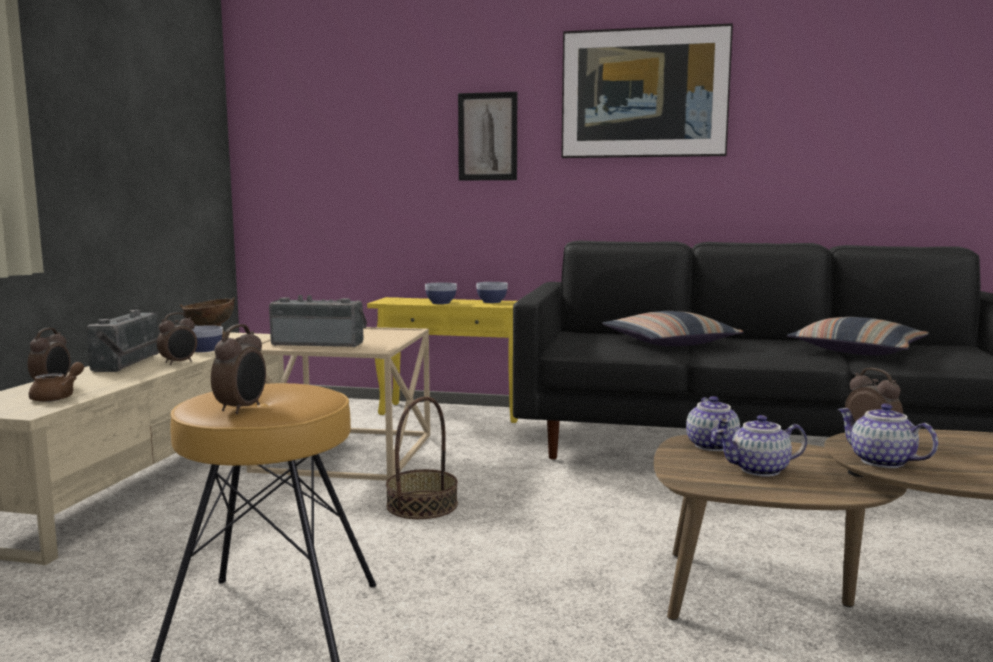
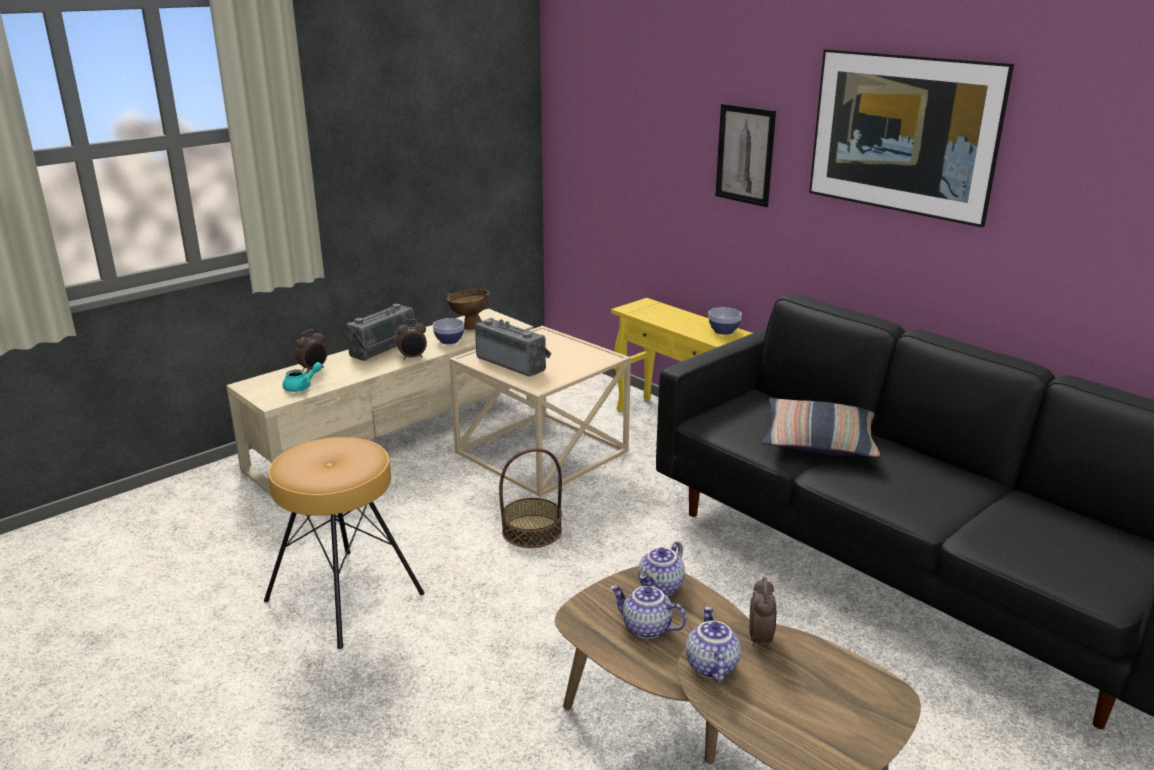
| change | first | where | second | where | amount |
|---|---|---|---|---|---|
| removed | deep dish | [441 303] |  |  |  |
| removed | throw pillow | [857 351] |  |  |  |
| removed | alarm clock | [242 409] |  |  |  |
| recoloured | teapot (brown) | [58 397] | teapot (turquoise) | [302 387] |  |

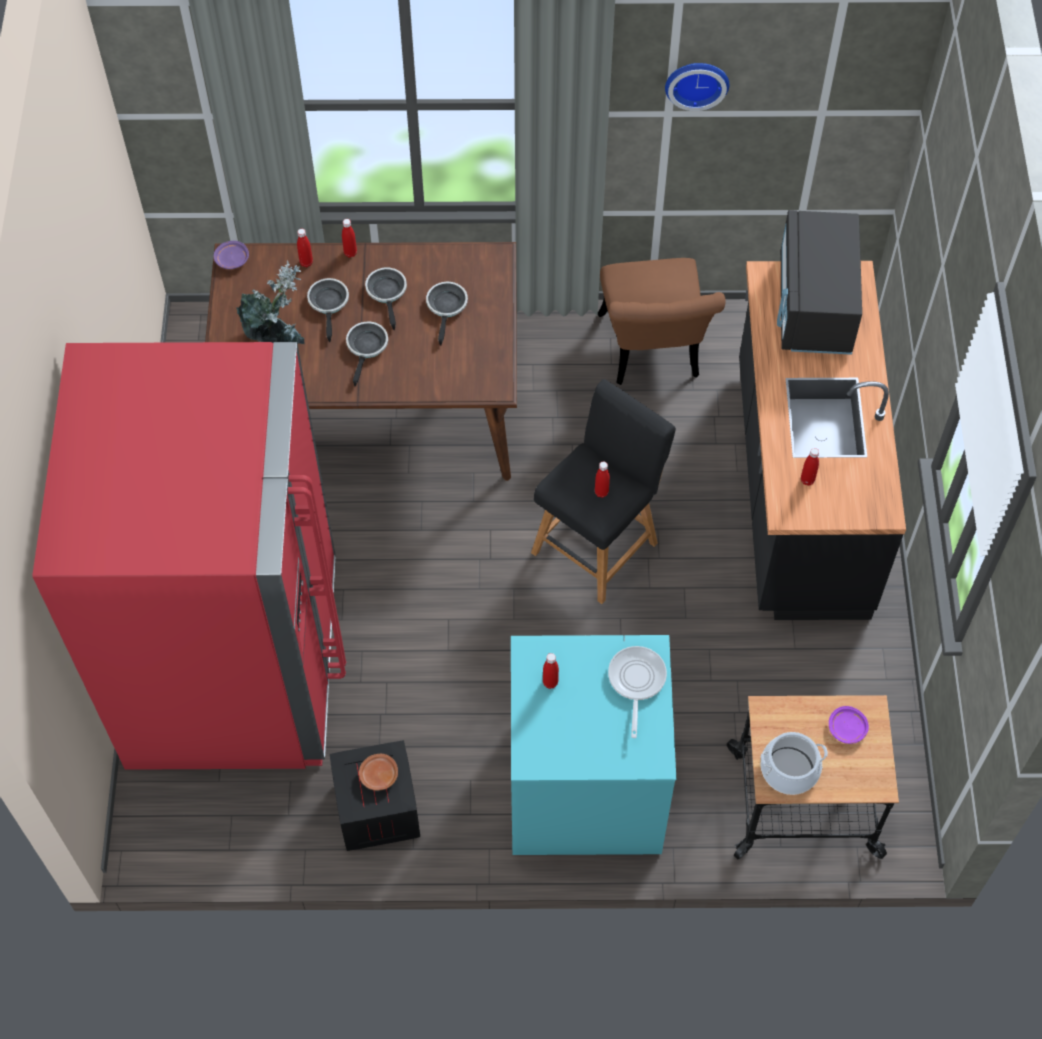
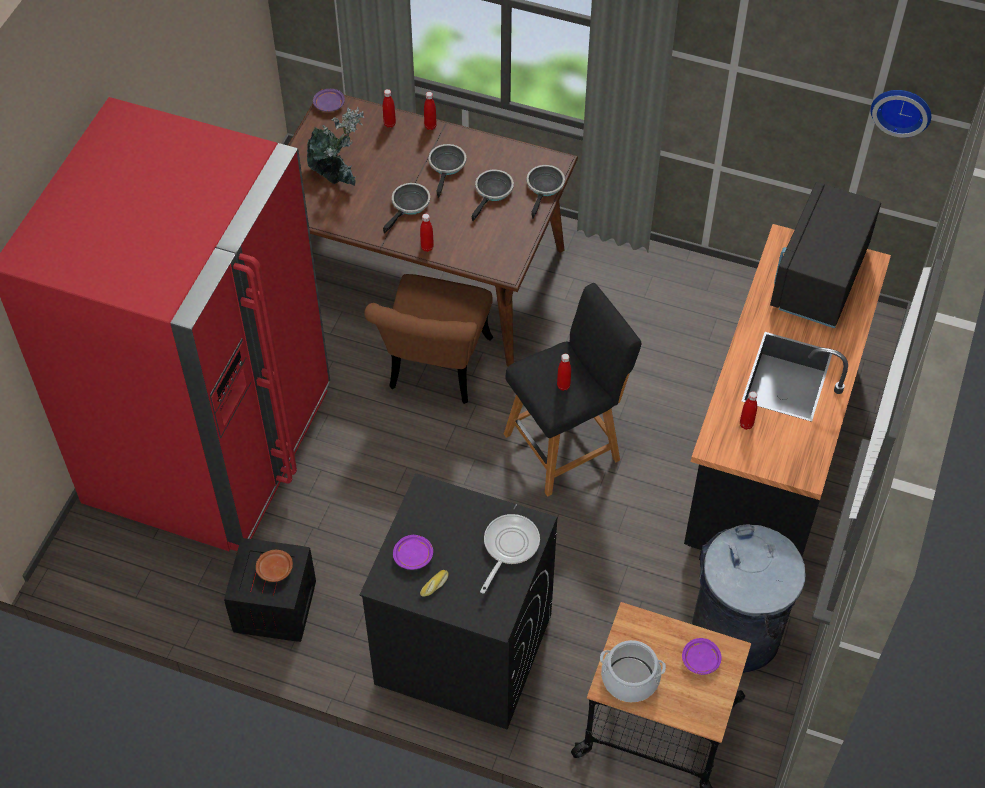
| change | first | where | second | where | amount |
|---|---|---|---|---|---|
| moved | hanging clock | [696 82] |  | [902 109] |  |
| moved | upright chair (brown) | [651 354] |  | [435 370] |  |
| moved | frying pan | [329 304] |  | [544 187] |  |
| recoloured | laundry appliance (turquoise) | [584 788] | laundry appliance (blackish) | [462 649] |  |
| moved | beverage bottle (red-coloured) | [550 682] |  | [427 247] |  |
| added |  |  | trash can (greyish) | [735 633] |  |
| added |  |  | dinner plate (purple) | [413 556] |  |
| added |  |  | bakery bread | [435 585] |  |

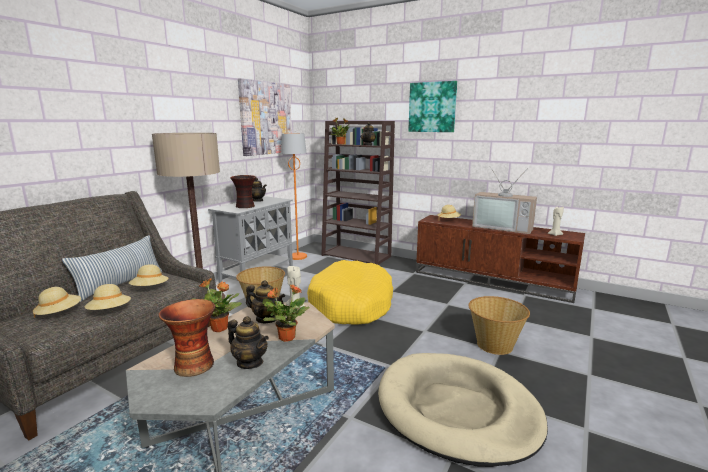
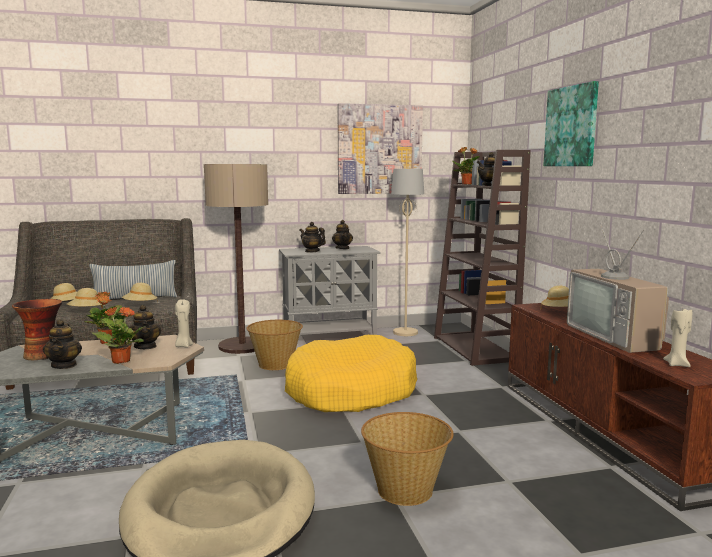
| change | first | where | second | where | amount |
|---|---|---|---|---|---|
| recoloured | standard lamp (orangey) | [297 257] | standard lamp (beige) | [405 333] |  |
| replaced | vase | [245 206] | teapot | [312 251] |  |

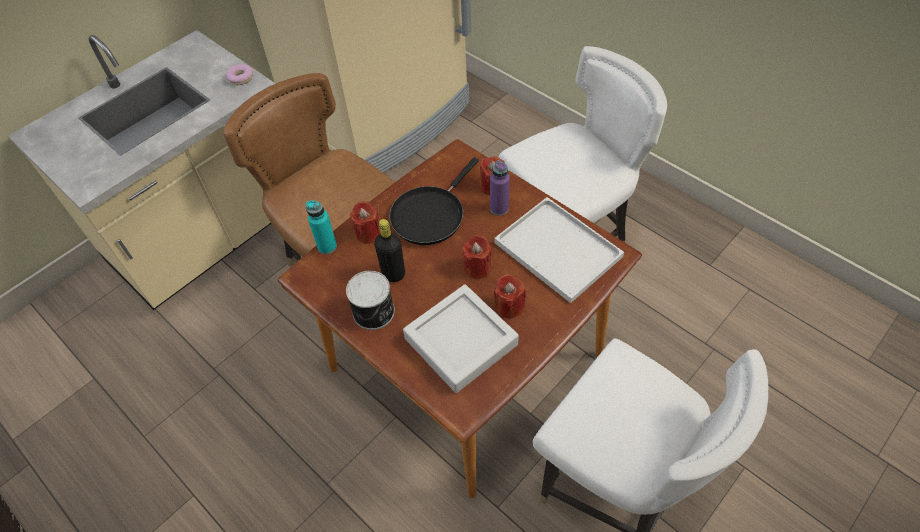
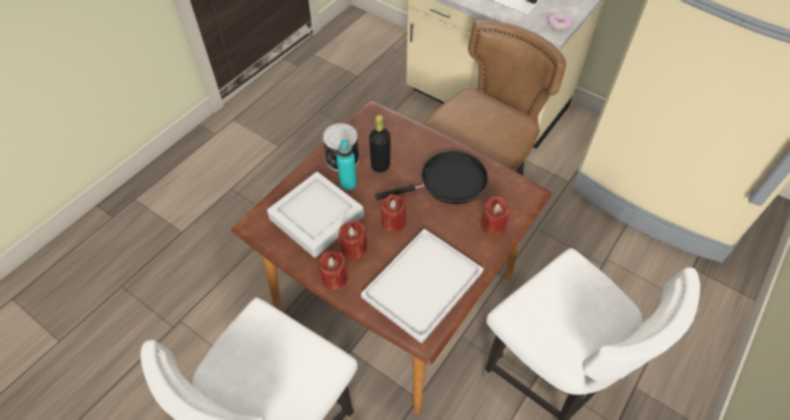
| change | first | where | second | where | amount |
|---|---|---|---|---|---|
| turned | frying pan (blackish) | [430 215] |  | [448 182] | 135 degrees clockwise |
| removed | beverage bottle (purple) | [499 208] |  |  |  |
| moved | beverage bottle (turquoise) | [327 246] |  | [348 184] |  |
| moved | wax candle (red-coloured) | [368 233] |  | [334 278] |  |

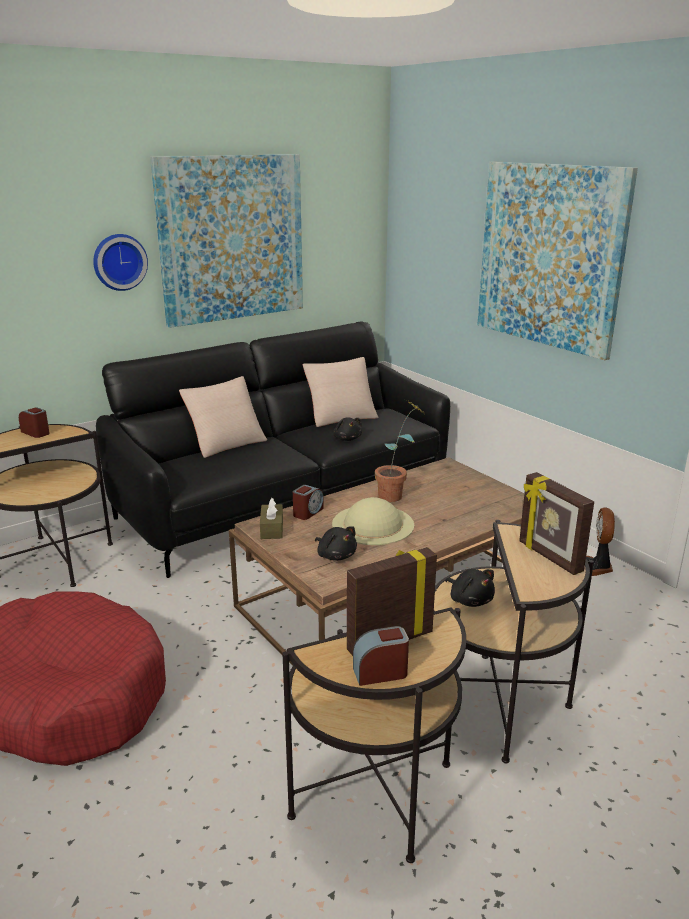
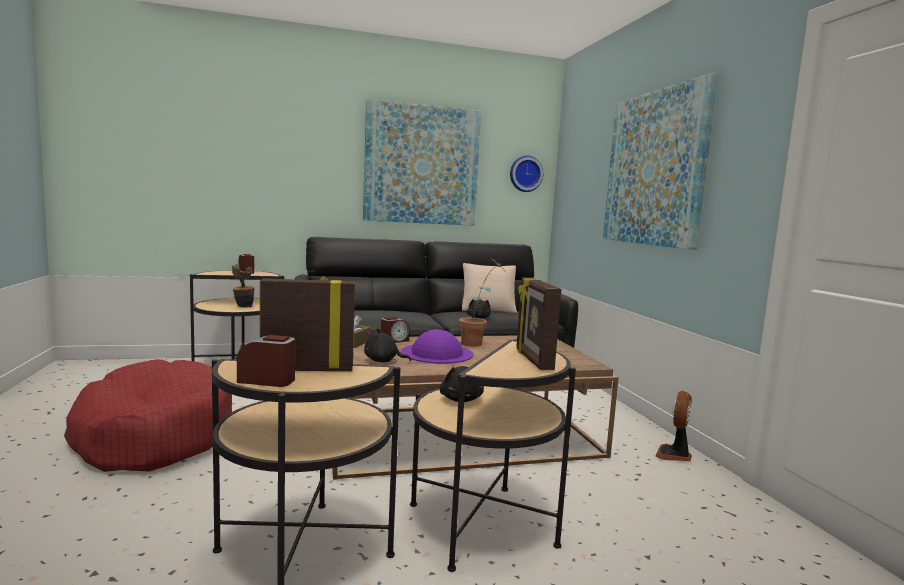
| change | first | where | second | where | amount |
|---|---|---|---|---|---|
| moved | hanging clock | [119 262] |  | [525 174] |  |
| removed | throw pillow (beige) | [226 443] |  |  |  |
| recoloured | clothing hat (beige) | [373 524] | clothing hat (purple) | [437 353] |  |
| turned | soft toy (blackish) | [336 555] |  | [383 361] | 120 degrees clockwise |
| added |  |  | houseplant | [242 307] |  |

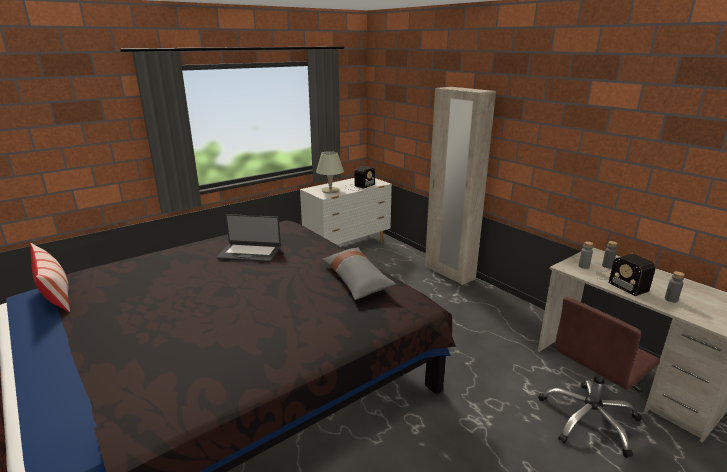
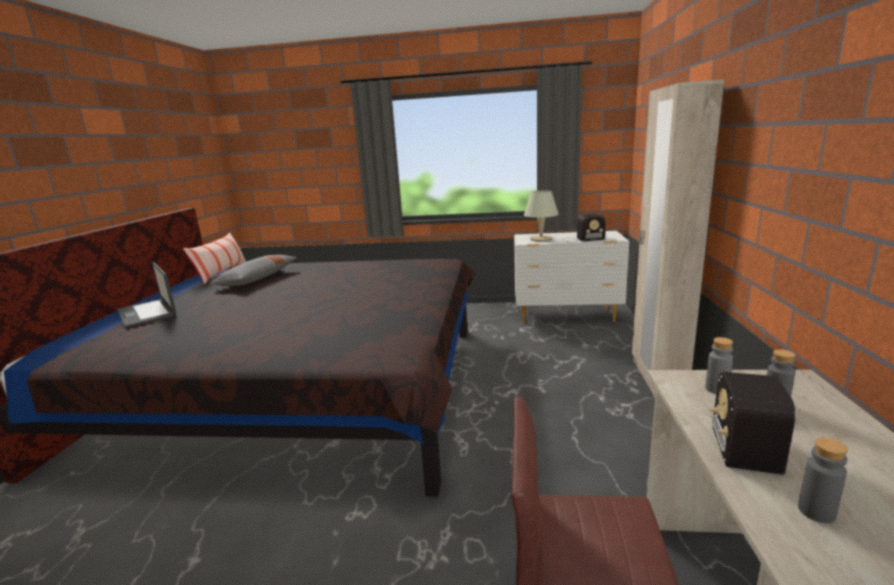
| change | first | where | second | where | amount |
|---|---|---|---|---|---|
| moved | laptop | [250 253] |  | [148 313] |  |
| moved | throw pillow (greyish) | [356 280] |  | [257 279] |  |

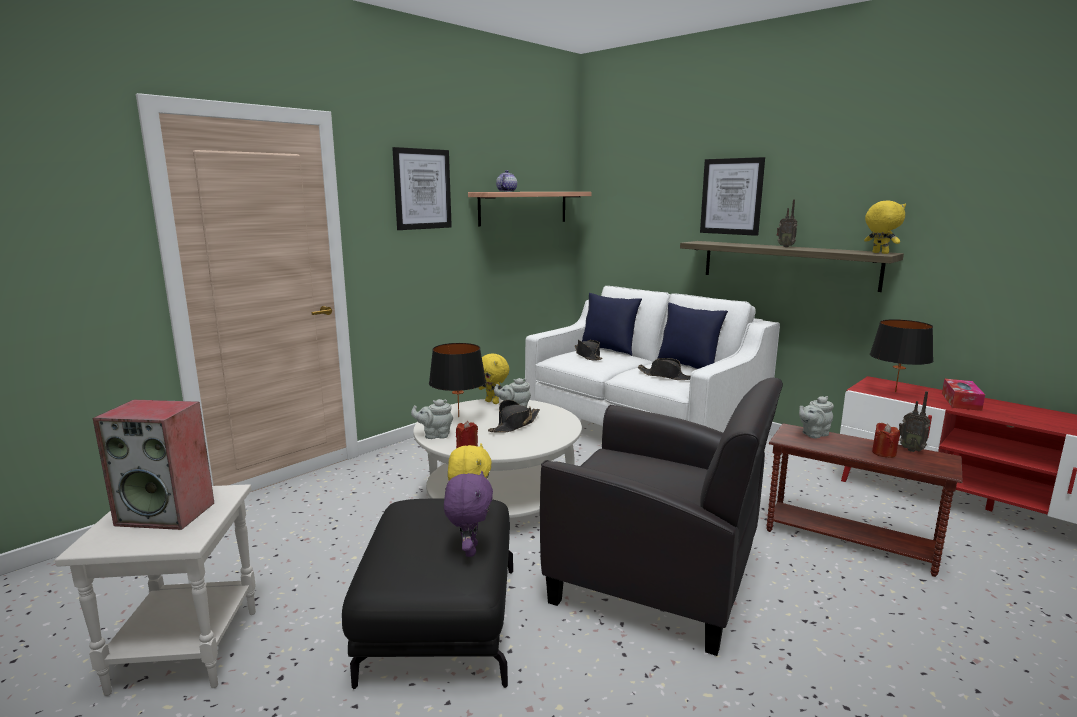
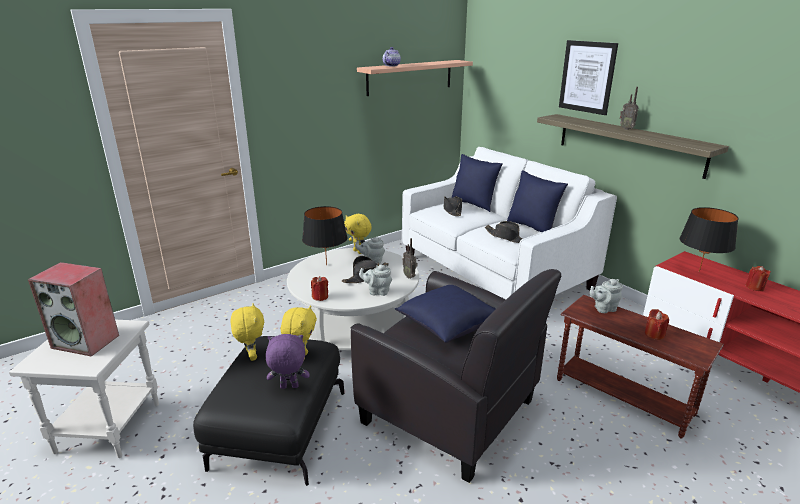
| change | first | where | second | where | amount |
|---|---|---|---|---|---|
| removed | picture | [422 189] |  |  |  |
| moved | soft toy (yellowish) | [879 253] |  | [251 356] |  |
| replaced | box of tissues | [961 401] | wax candle (red-coloured) | [754 287] |  |
| moved | radio | [911 449] |  | [410 276] |  |
| moved | teapot (greyish) | [435 435] |  | [377 292] |  |
| turned | soft toy (purple) | [469 550] |  | [289 387] | 105 degrees counterclockwise |
| added |  |  | throw pillow (blue) | [447 325] |  |

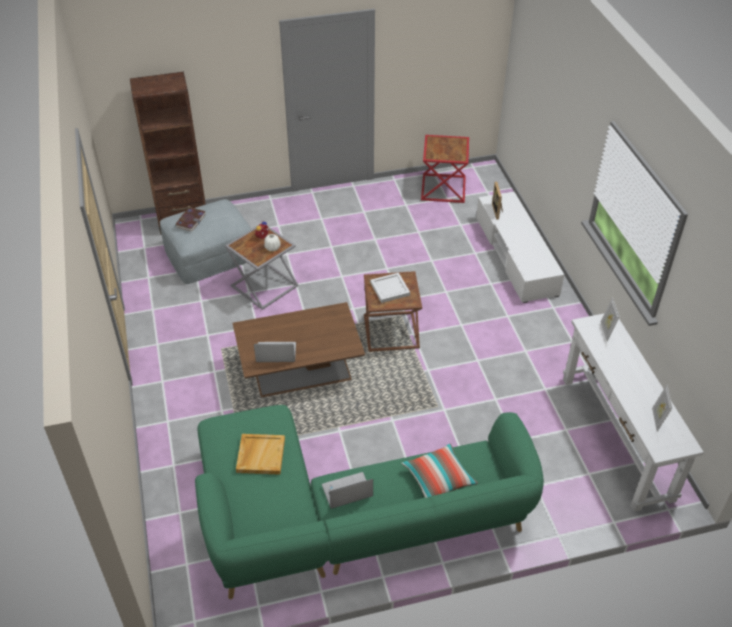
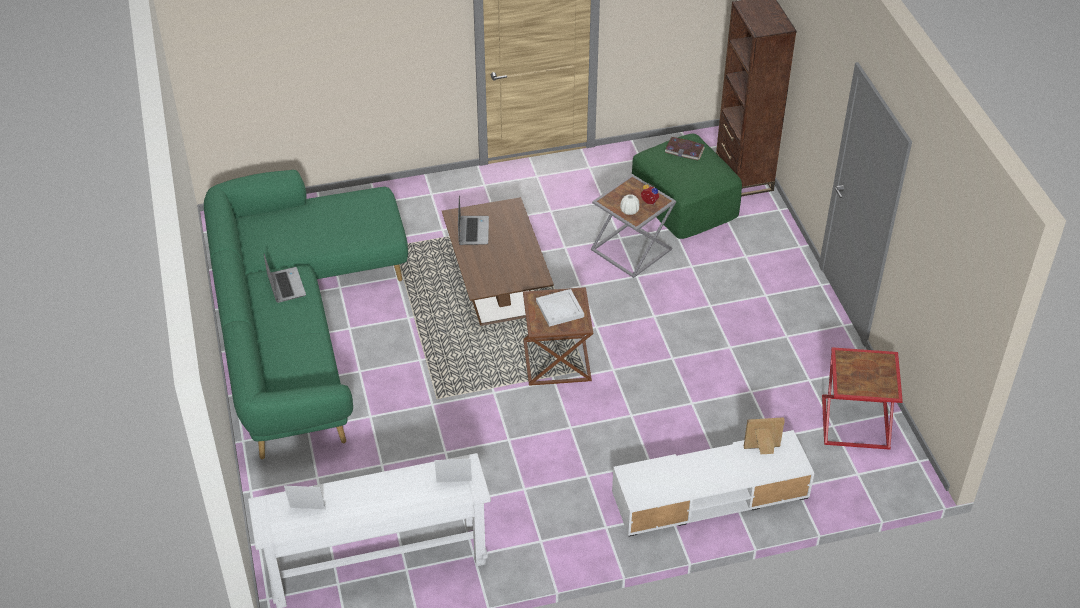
| change | first | where | second | where | amount |
|---|---|---|---|---|---|
| recoloured | ottoman (greyish) | [209 254] | ottoman (greenish) | [684 202] |  |
| removed | serving tray (beige) | [260 455] |  |  |  |
| removed | throw pillow | [438 479] |  |  |  |

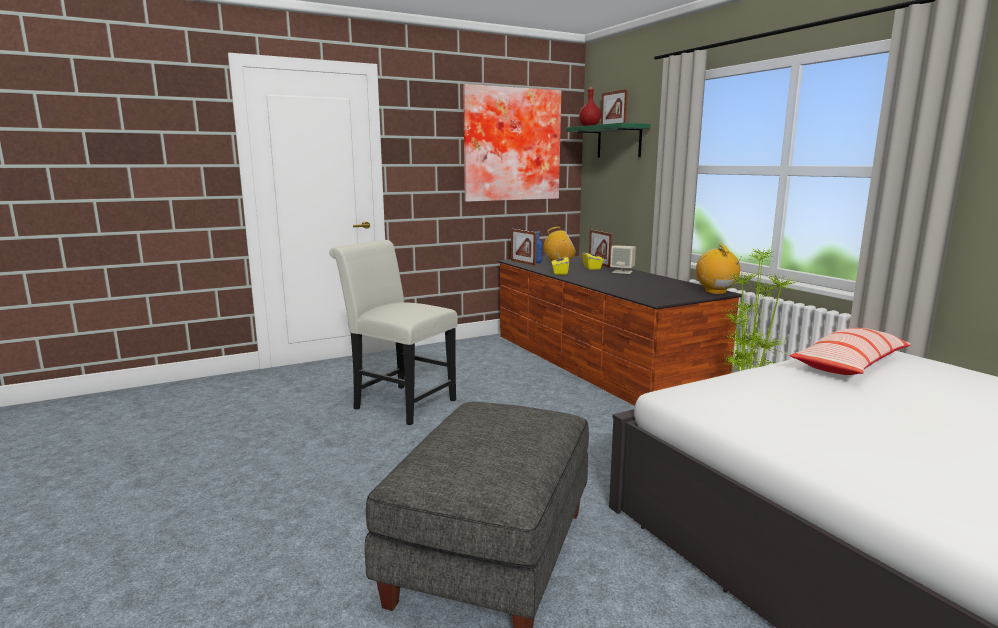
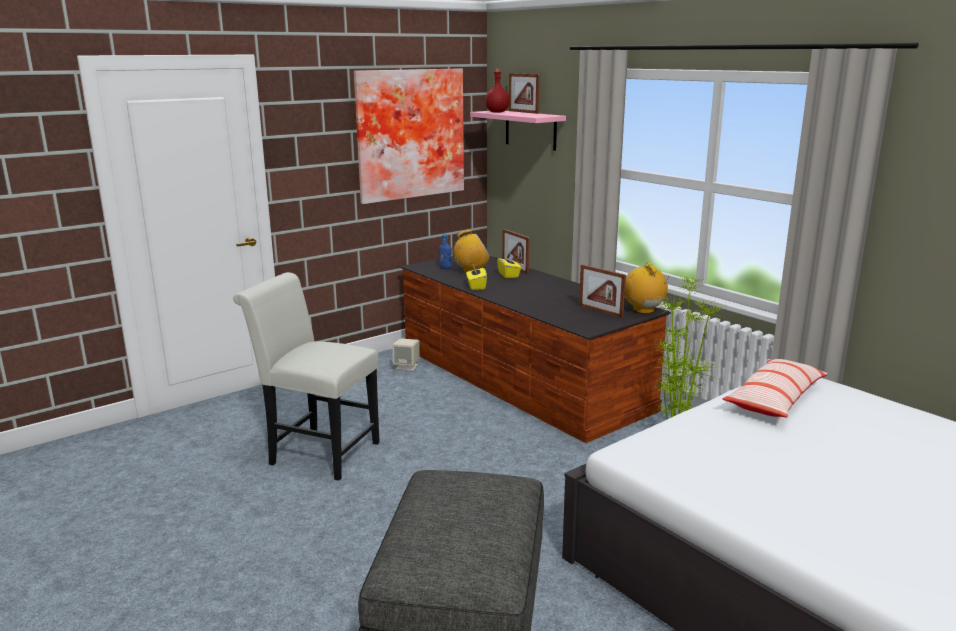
| change | first | where | second | where | amount |
|---|---|---|---|---|---|
| recoloured | shelf (greenish) | [619 141] | shelf (pink-coloured) | [530 130] |  |
| moved | standing frame | [523 263] |  | [600 311] |  |
| moved | loudspeaker (beige) | [622 272] |  | [407 366] |  |

